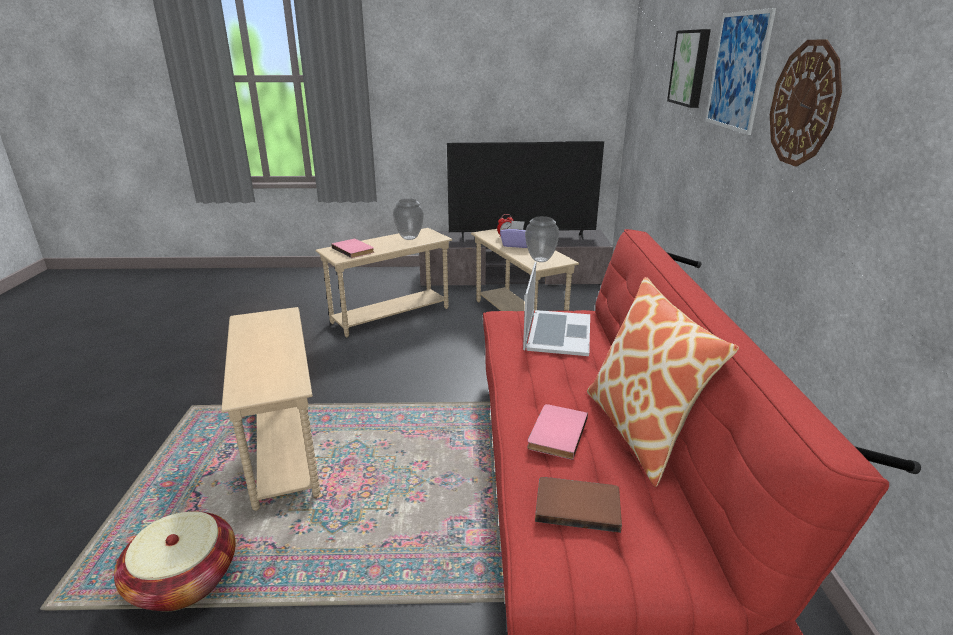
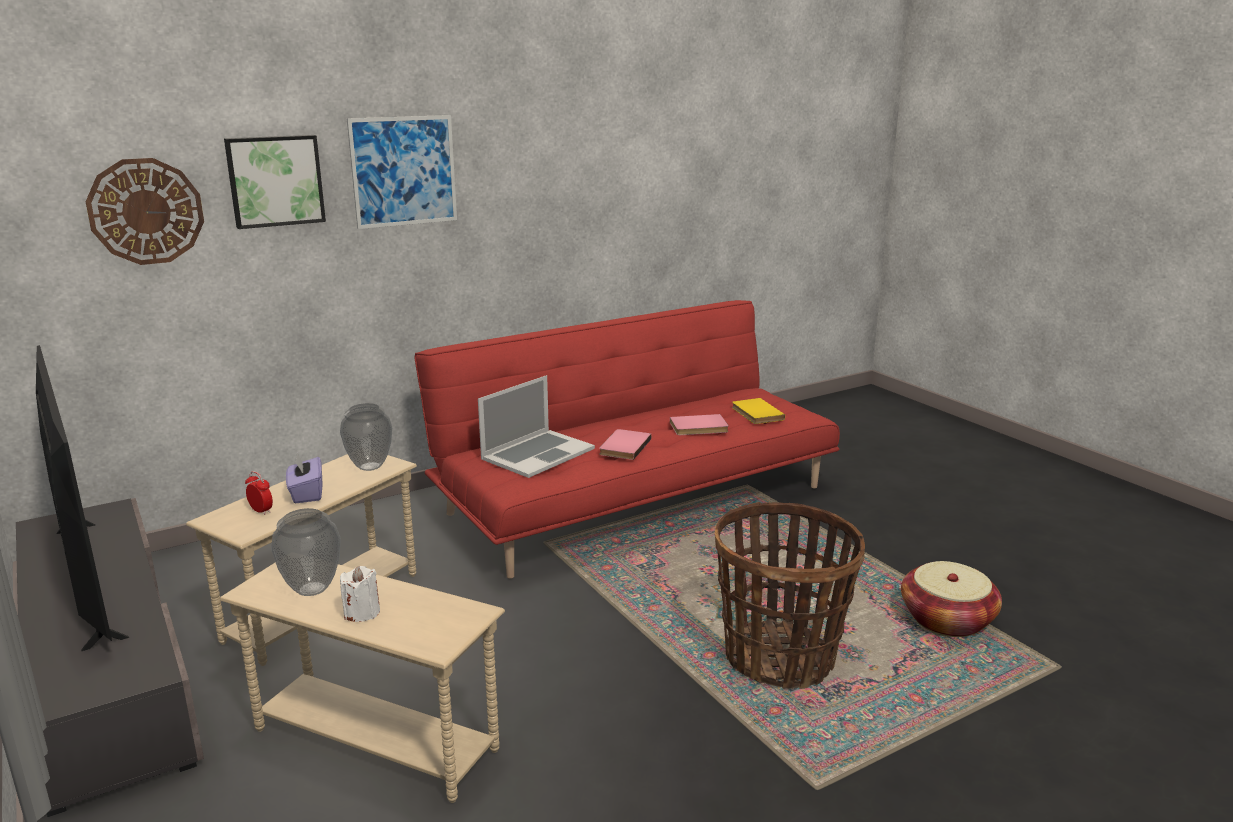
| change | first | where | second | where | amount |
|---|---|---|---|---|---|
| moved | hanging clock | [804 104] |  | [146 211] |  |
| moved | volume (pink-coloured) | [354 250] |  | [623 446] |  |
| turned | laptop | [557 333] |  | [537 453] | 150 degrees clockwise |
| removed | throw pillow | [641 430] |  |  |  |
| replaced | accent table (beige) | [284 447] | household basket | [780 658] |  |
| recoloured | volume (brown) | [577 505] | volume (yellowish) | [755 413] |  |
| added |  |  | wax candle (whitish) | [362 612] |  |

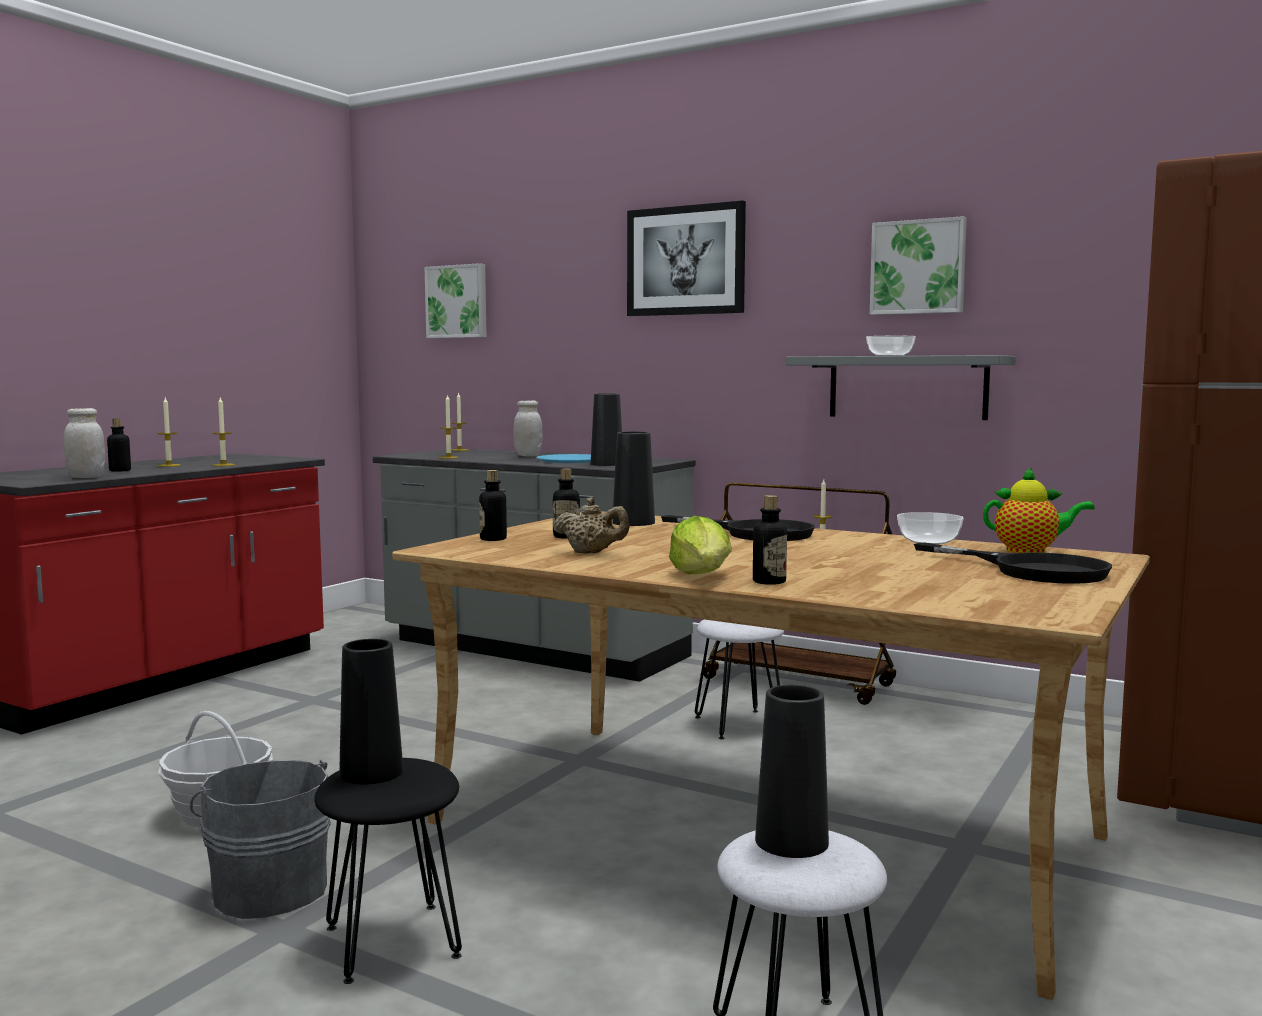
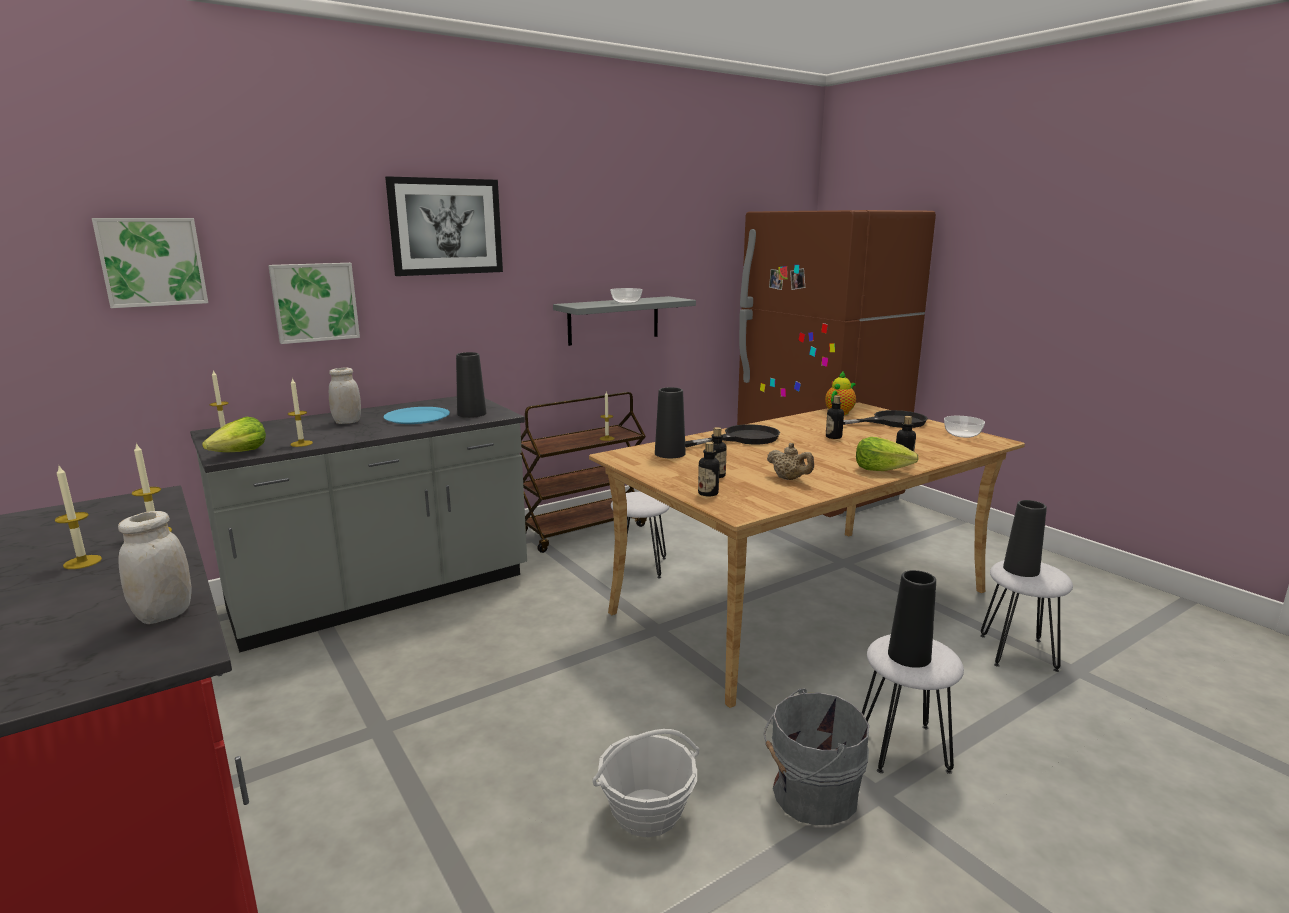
| change | first | where | second | where | amount |
|---|---|---|---|---|---|
| moved | picture | [918 267] |  | [314 302] |  |
| moved | beverage bottle | [120 470] |  | [833 437] |  |
| turned | teapot (beige) | [591 553] |  | [789 479] | 90 degrees clockwise |
| moved | deep dish | [930 541] |  | [962 434] |  |
| recoloured | sitting stool (blackish) | [390 942] | sitting stool (whitish) | [903 749] |  |
| added |  |  | lettuce head | [240 453] |  |

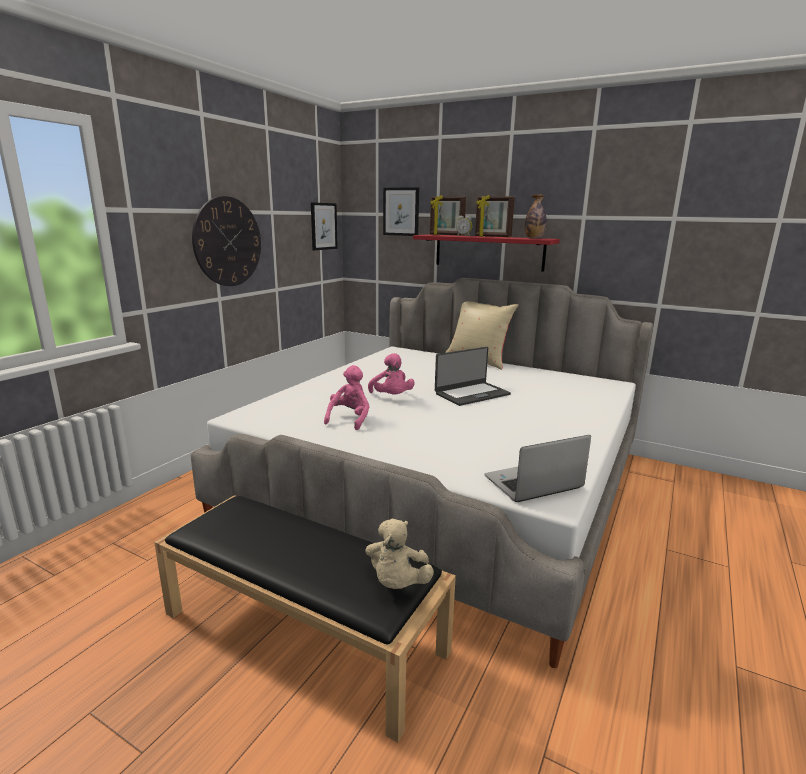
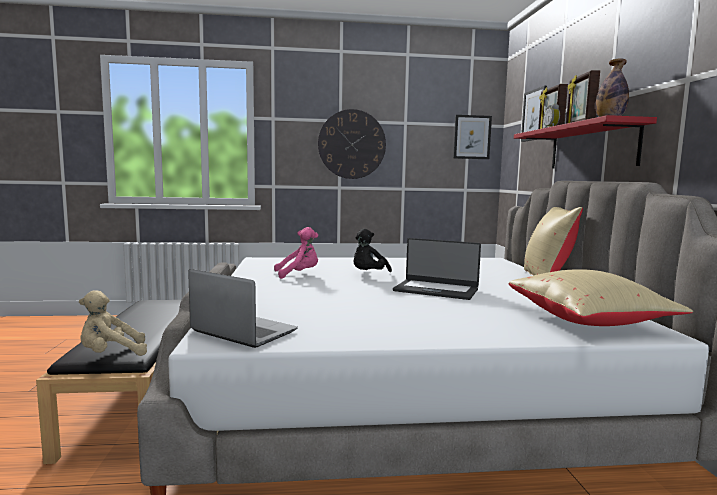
| change | first | where | second | where | amount |
|---|---|---|---|---|---|
| recoloured | soft toy (pink-coloured) | [391 397] | soft toy (blackish) | [368 275] |  |
| added |  |  | throw pillow (beige) | [589 321] |  |

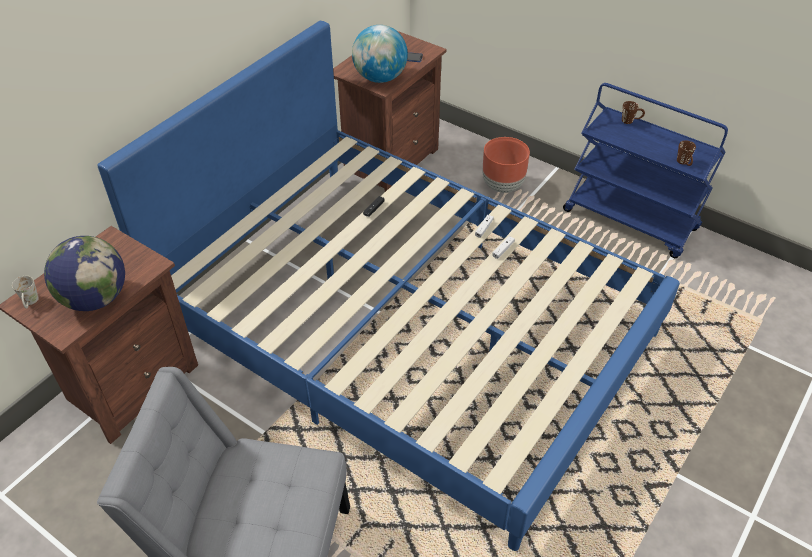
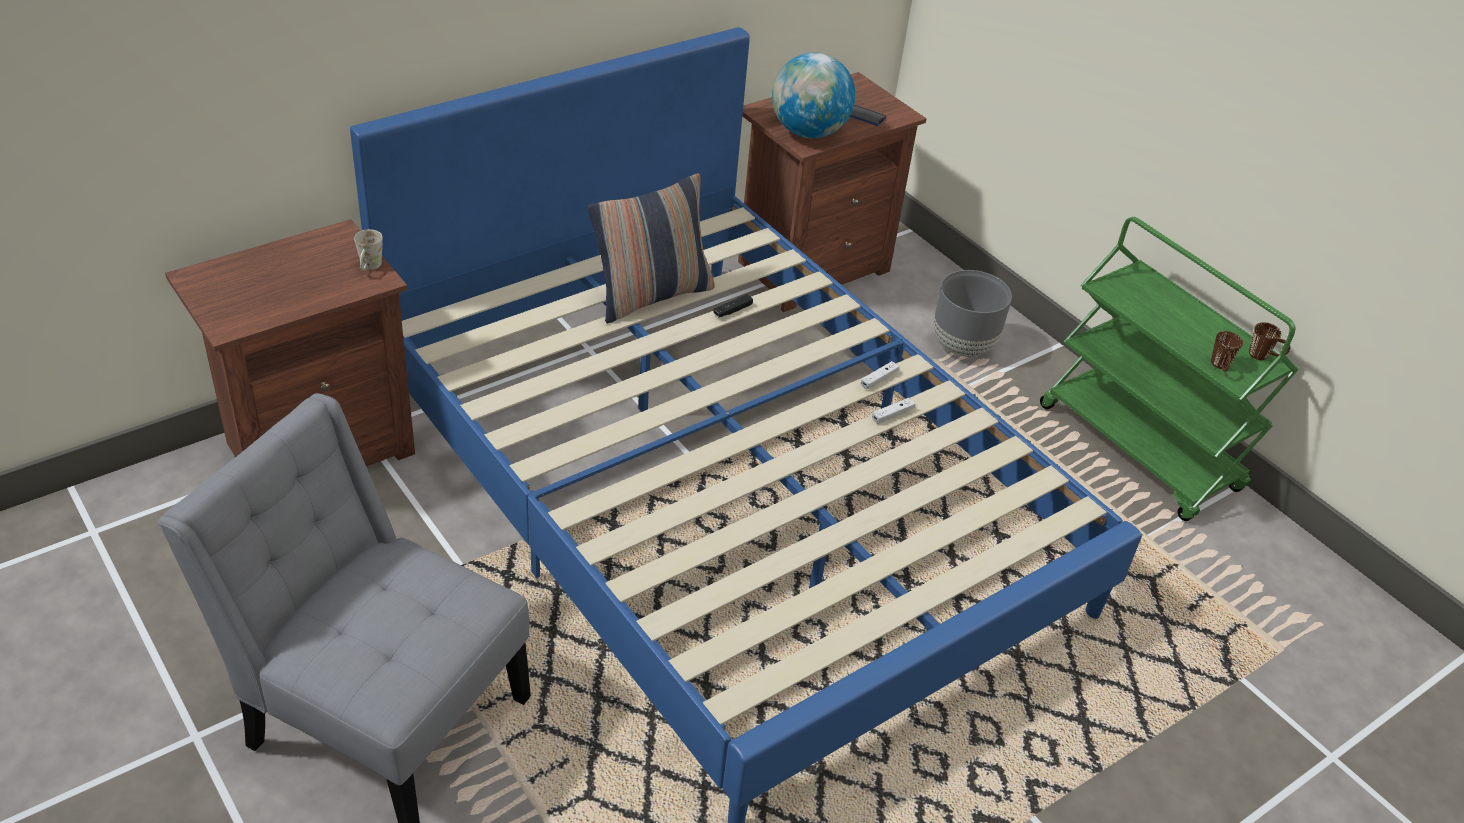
| change | first | where | second | where | amount |
|---|---|---|---|---|---|
| recoloured | cart (blue) | [631 220] | cart (greenish) | [1141 449] |  |
| moved | coffee mug (brown) | [631 121] |  | [1264 356] |  |
| recoloured | flower pot (brown) | [503 186] | flower pot (greyish) | [963 346] |  |
| removed | world globe | [95 298] |  |  |  |
| moved | coffee mug (whitish) | [30 303] |  | [369 268] |  |
| added |  |  | throw pillow | [651 296] |  |

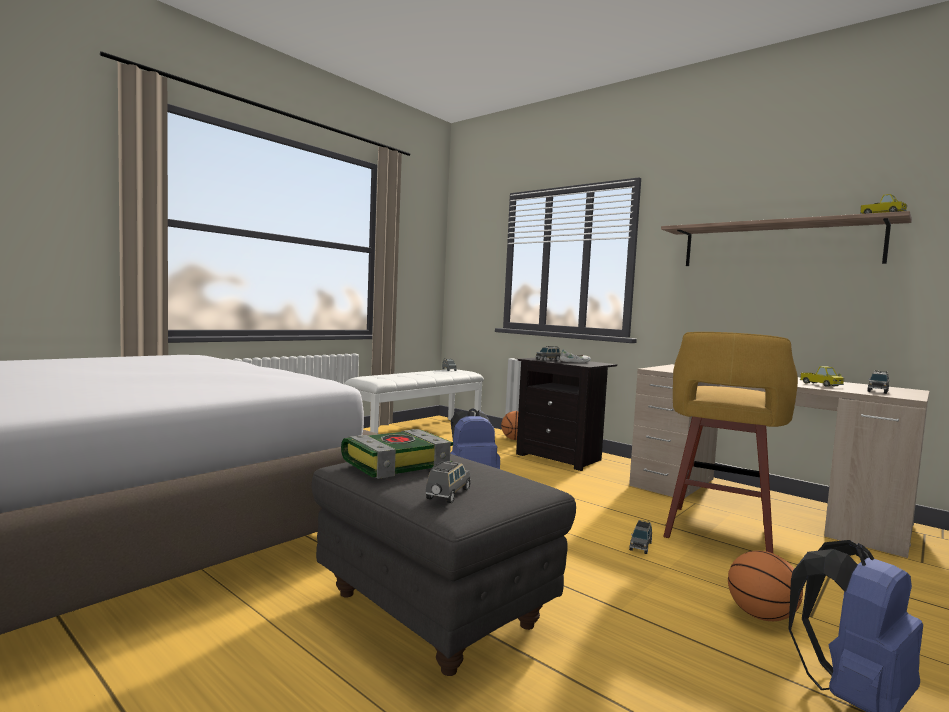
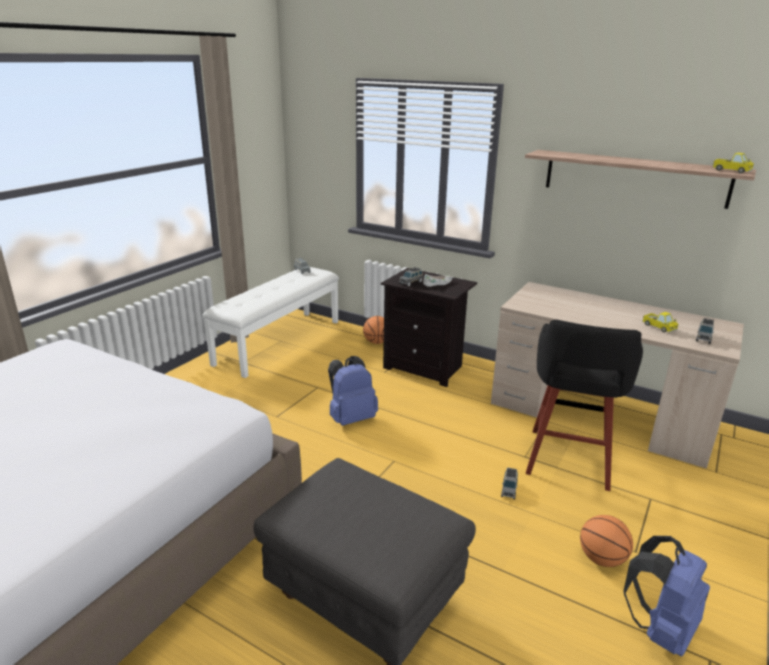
| change | first | where | second | where | amount |
|---|---|---|---|---|---|
| recoloured | sitting stool (yellowish) | [718 533] | sitting stool (blackish) | [568 461] |  |
| removed | volume | [397 463] |  |  |  |
| removed | toy car (greyish) | [448 494] |  |  |  |

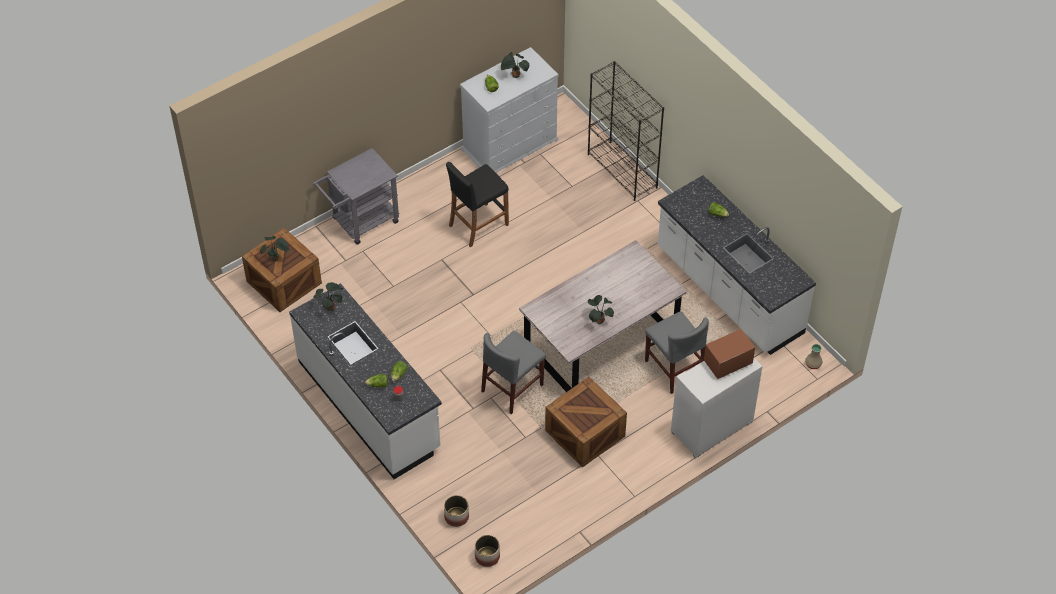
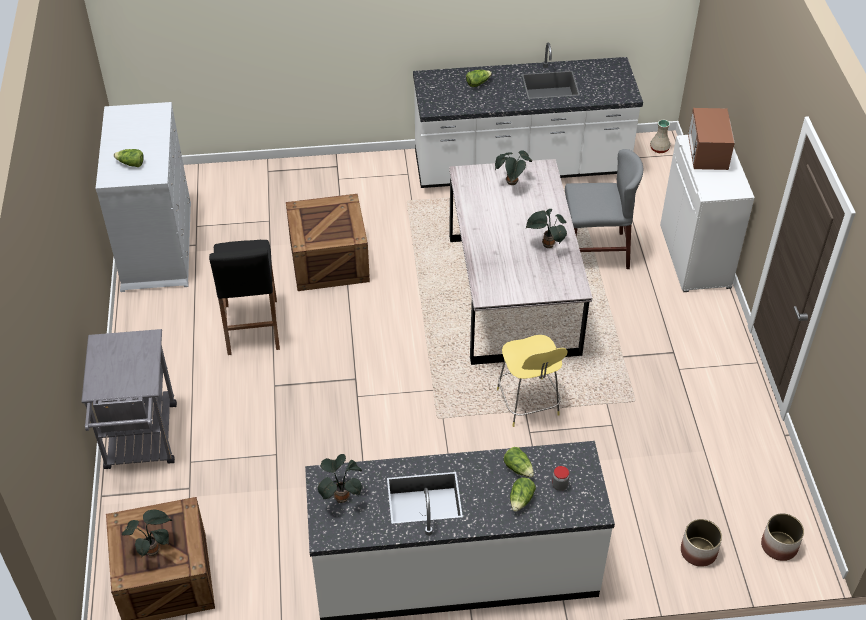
| change | first | where | second | where | amount |
|---|---|---|---|---|---|
| moved | houseplant | [514 76] |  | [512 183] |  |
| removed | bookcase (blackish) | [622 171] |  |  |  |
| replaced | upright chair (greyish) | [512 388] | sitting stool (yellowish) | [528 404] |  |
| moved | shipping crate | [583 433] |  | [328 262] |  |

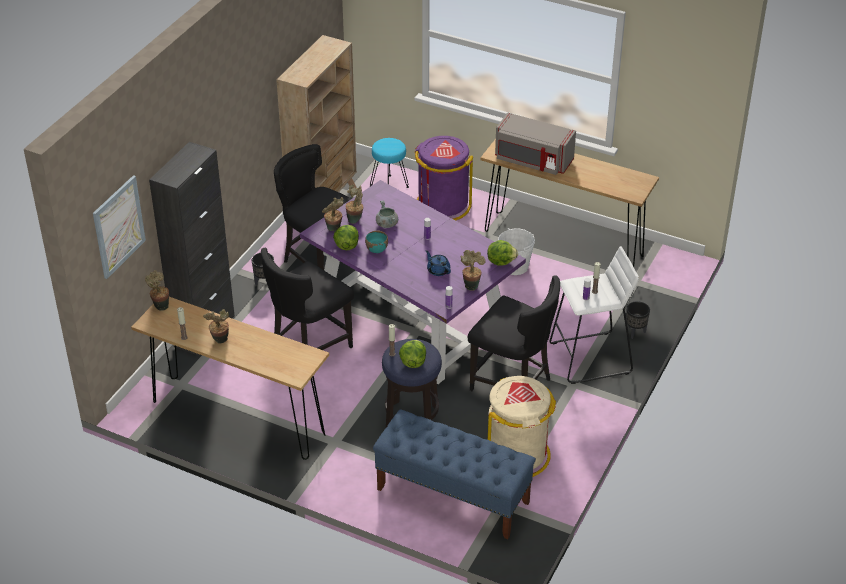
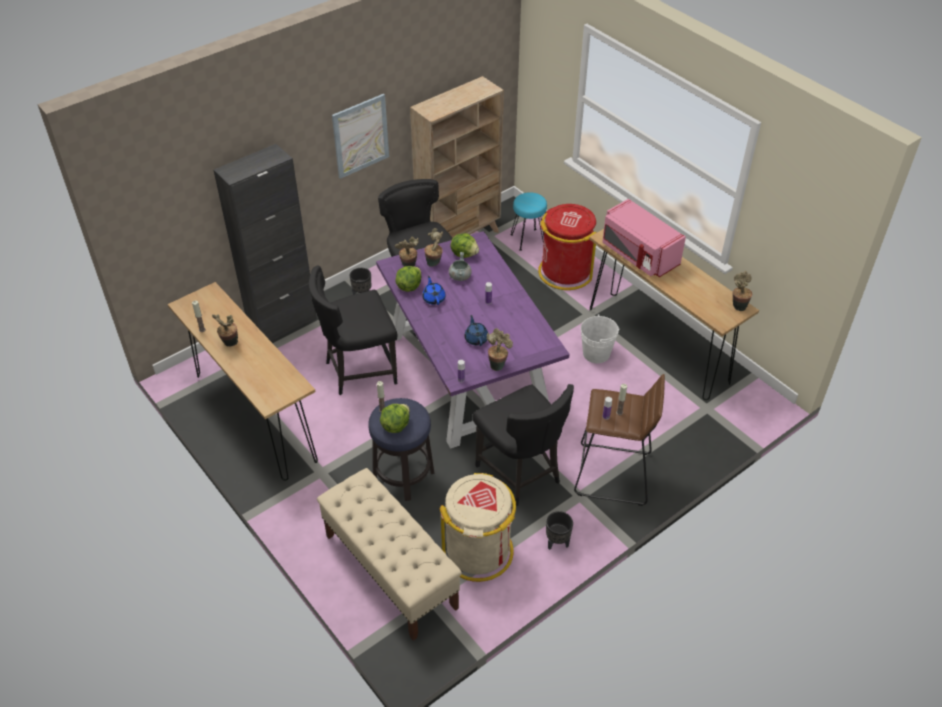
| change | first | where | second | where | amount |
|---|---|---|---|---|---|
| recoloured | microwave (greyish) | [532 161] | microwave (pink-coloured) | [638 255] |  |
| recoloured | trash can (purple) | [442 205] | trash can (red-coloured) | [565 272] |  |
| moved | picture | [118 226] |  | [360 136] |  |
| replaced | deep dish (turquoise) | [376 249] | teapot (blue) | [434 298] |  |
| moved | lettuce head | [501 261] |  | [464 254] |  |
| recoloured | sitting stool (whitish) | [591 358] | sitting stool (brown) | [613 474] |  |
| moved | houseplant | [160 306] |  | [738 306] |  |
| moved | flower pot (blackish) | [635 332] |  | [557 543] |  |
| recoloured | indoor bench (blue) | [452 496] | indoor bench (beige) | [390 571] |  |

